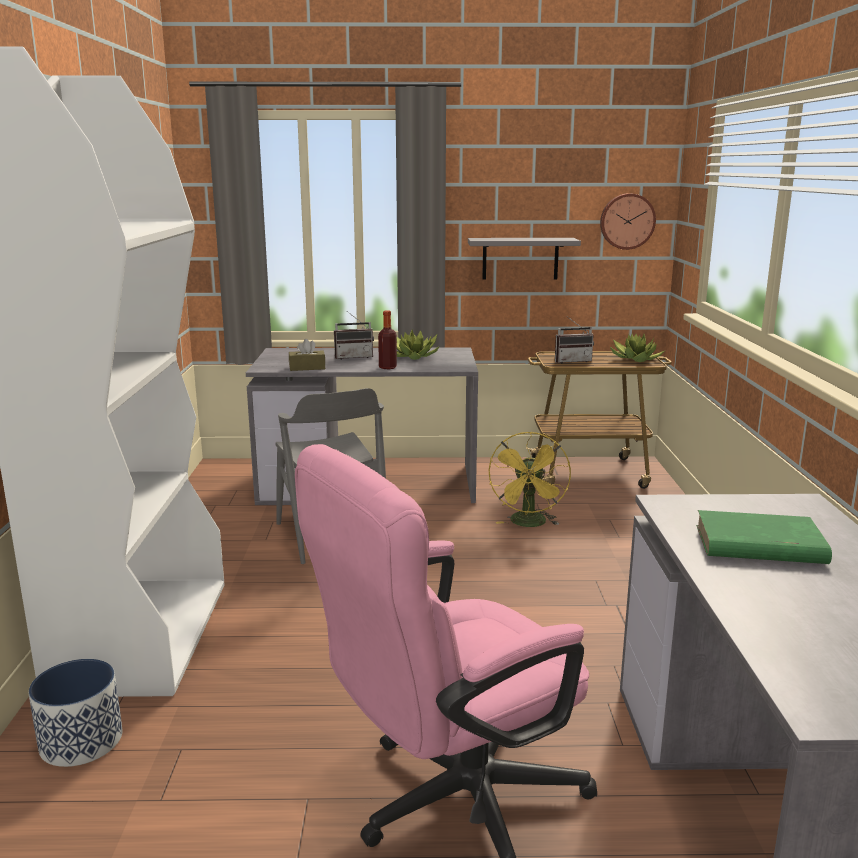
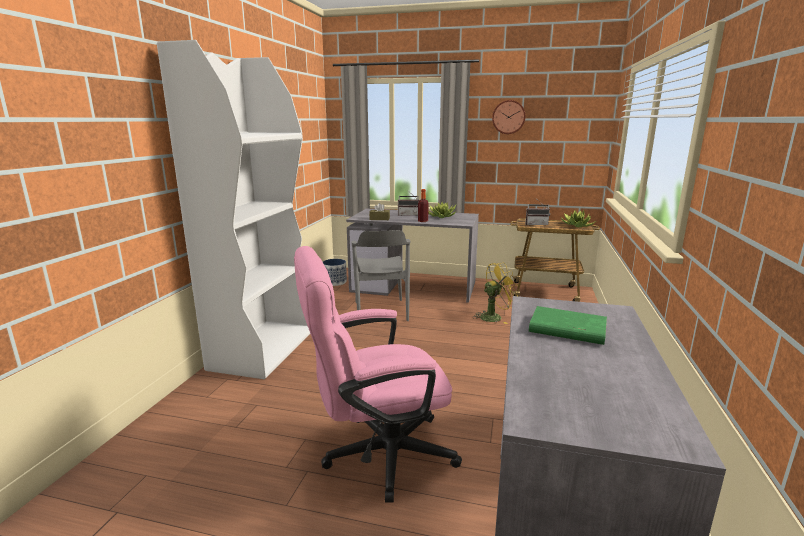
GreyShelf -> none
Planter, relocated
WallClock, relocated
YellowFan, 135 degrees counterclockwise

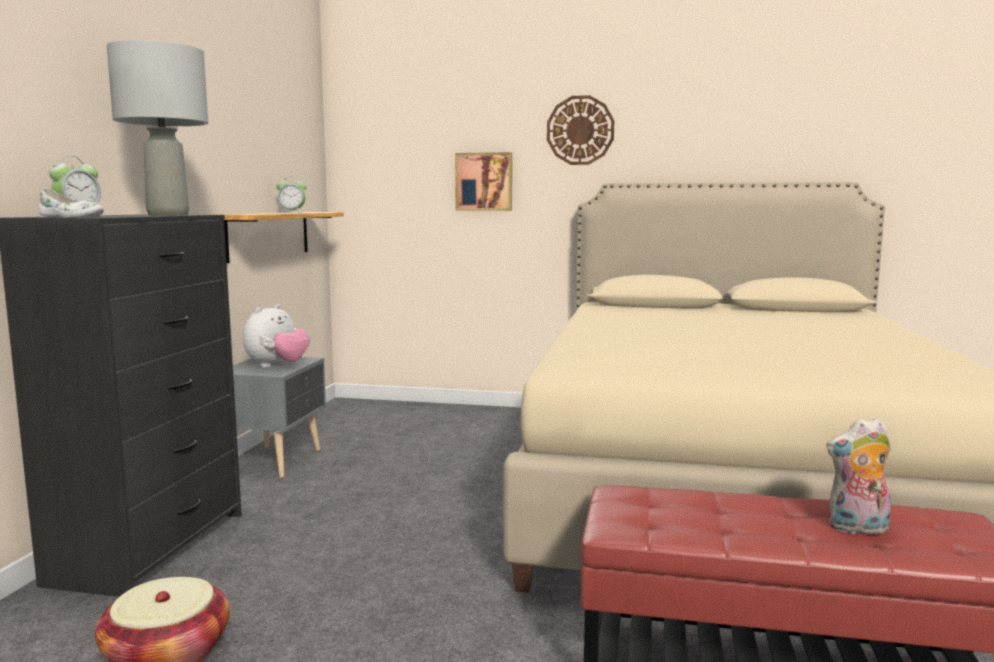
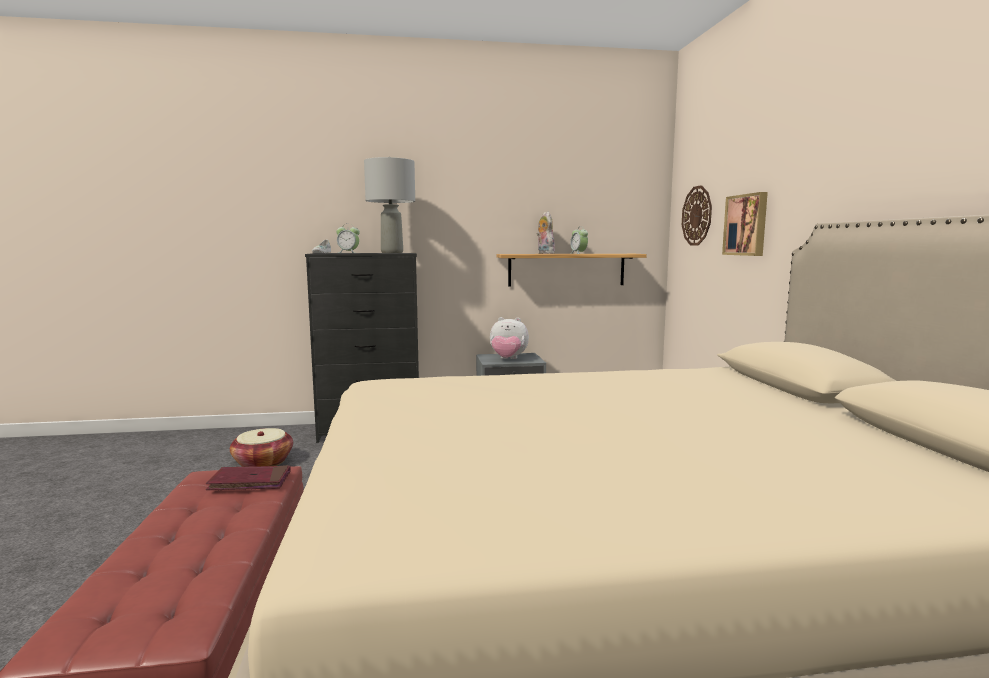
none -> RedBook
WallClock, relocated
PlushToy (no. 2 from left), relocated

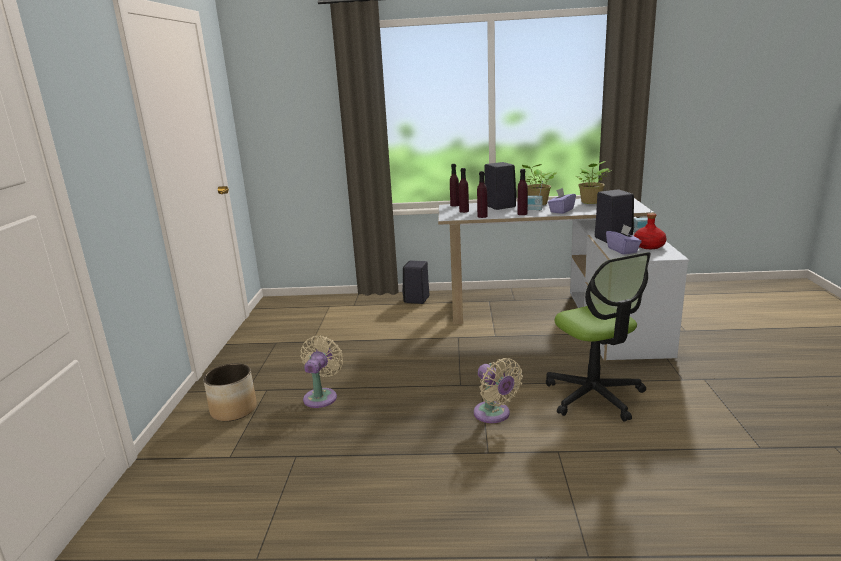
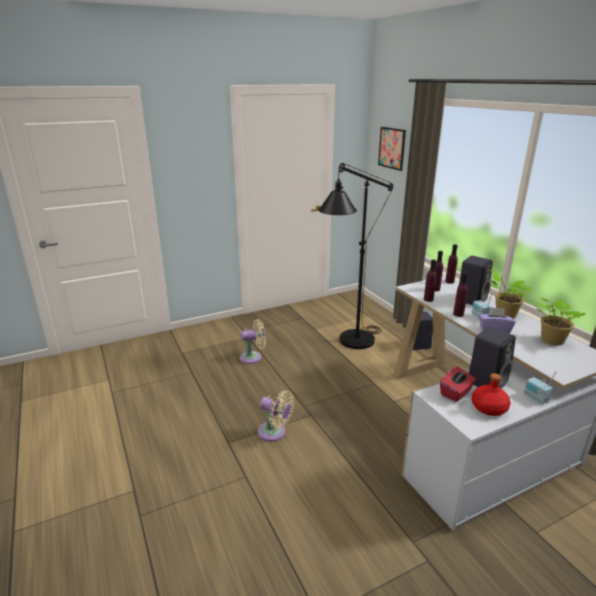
Planter -> none
OfficeChair -> none
none -> BlackFloorLamp
none -> Picture
PurpleTissueBox (no. 2 from left) -> RedTissueBox
BeigeFan (no. 2 from left), 90 degrees counterclockwise

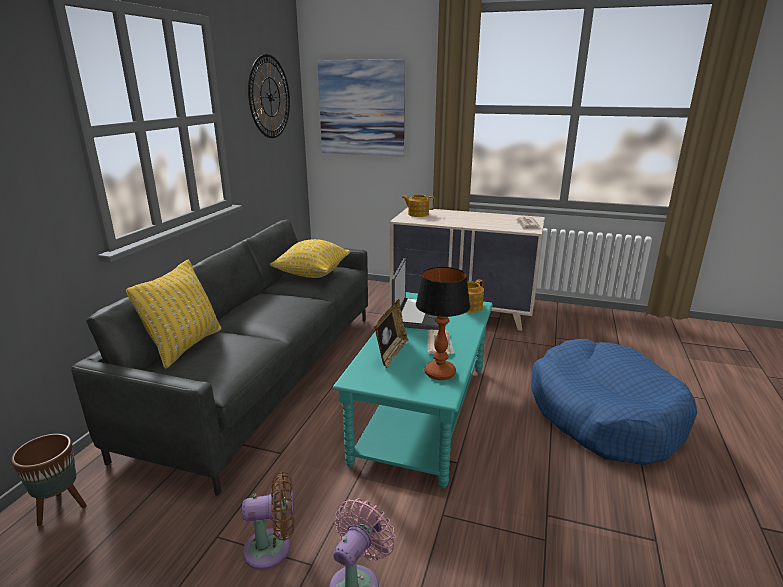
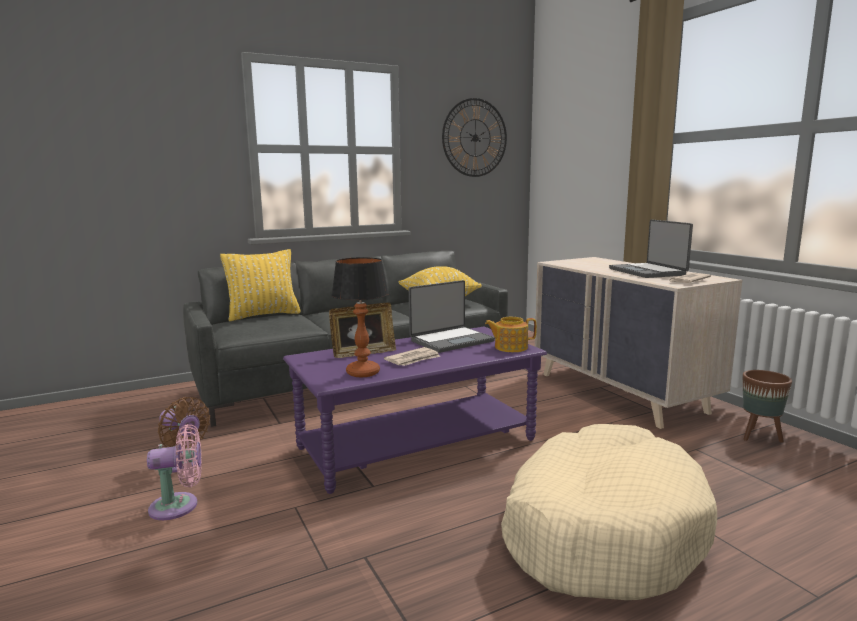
Picture -> none
Teapot (no. 1 from left) -> none
none -> Laptop (no. 2 from left)
BrownPlanter, relocated
TurquoiseCoffeeTable -> PurpleCoffeeTable
BlueDogBed -> BeigeDogBed

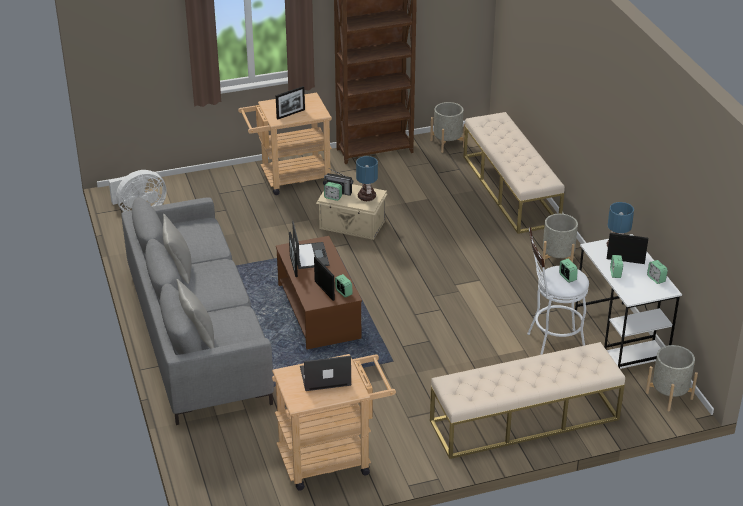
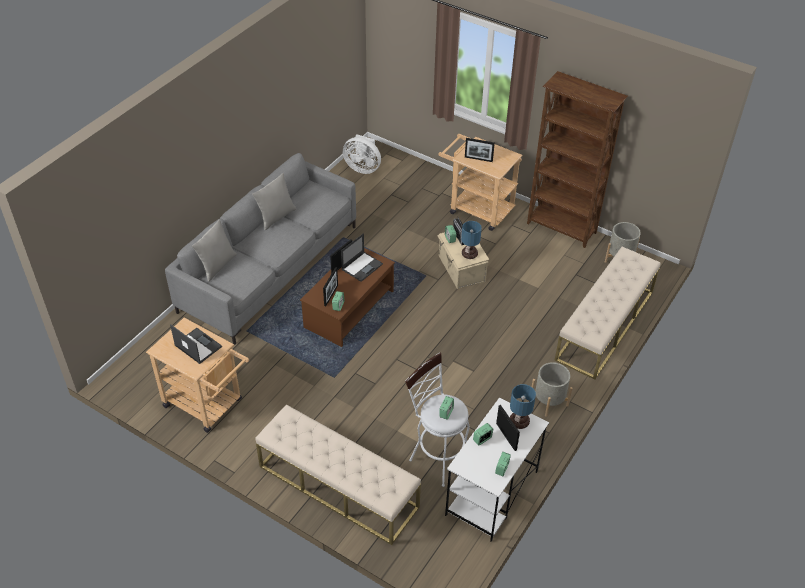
GreyPlanter (no. 3 from left) -> none

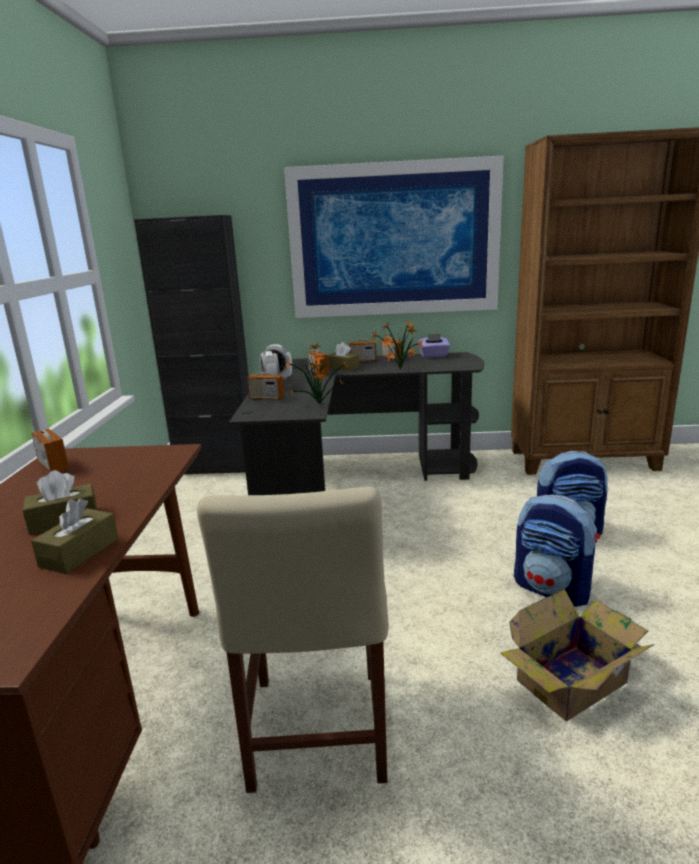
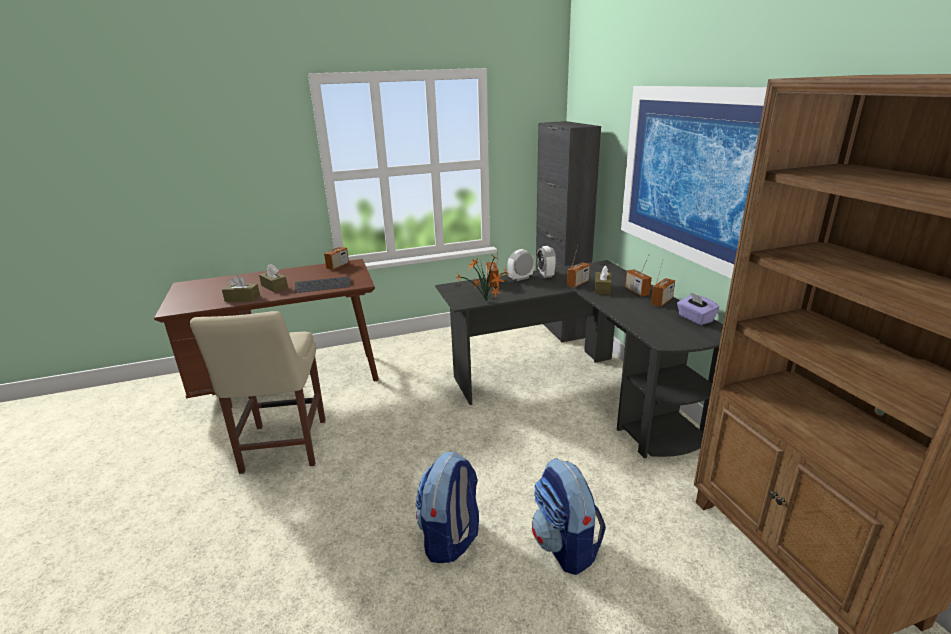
PottedPlant (no. 2 from left) -> none
CardboardBox -> none
none -> Keyboard
BeigeChair, 75 degrees counterclockwise

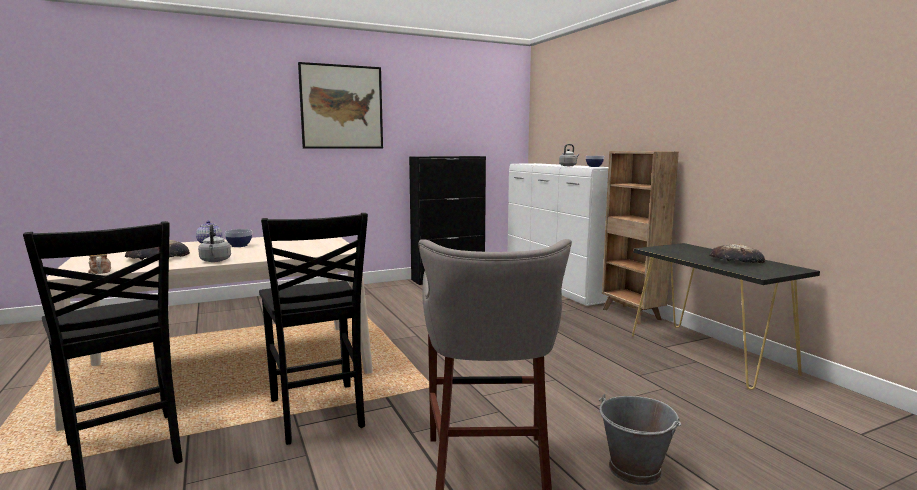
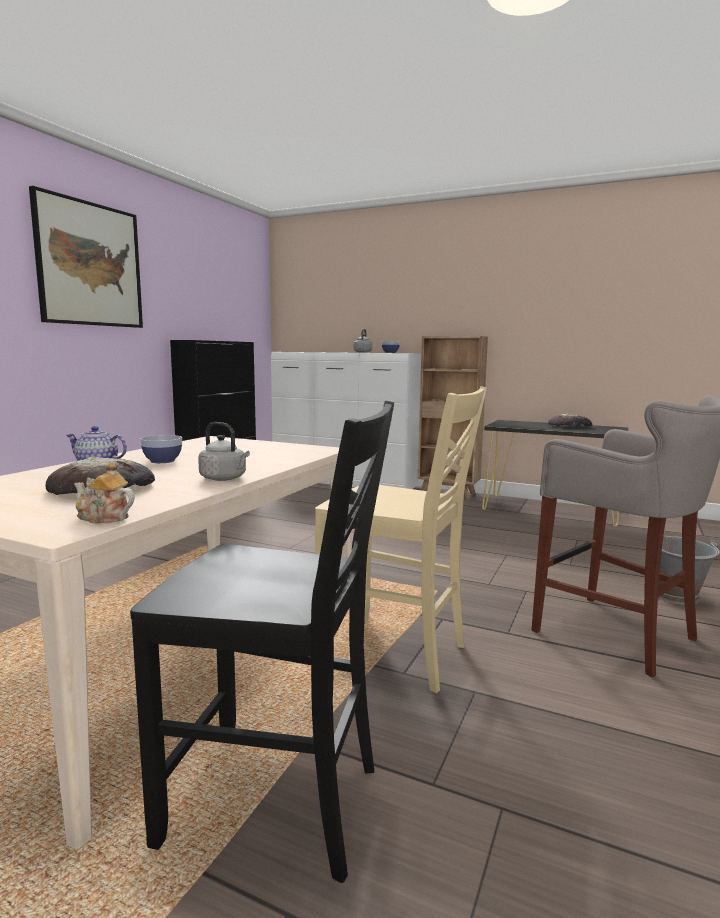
BlackChair (no. 2 from left) -> BeigeChair

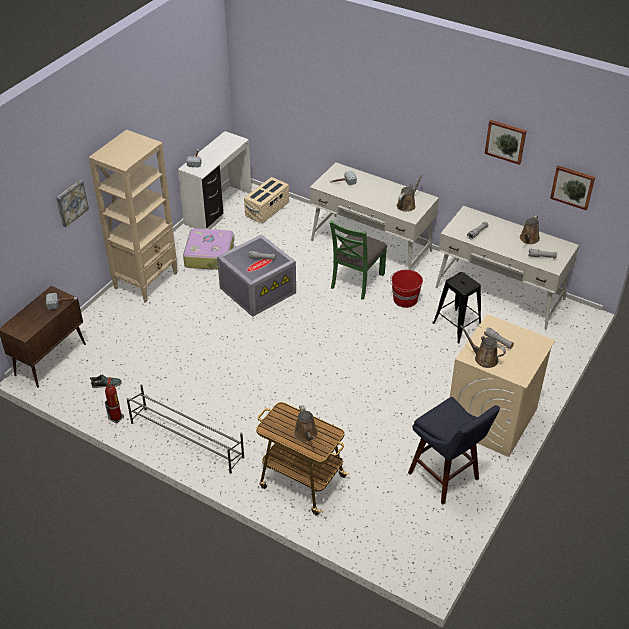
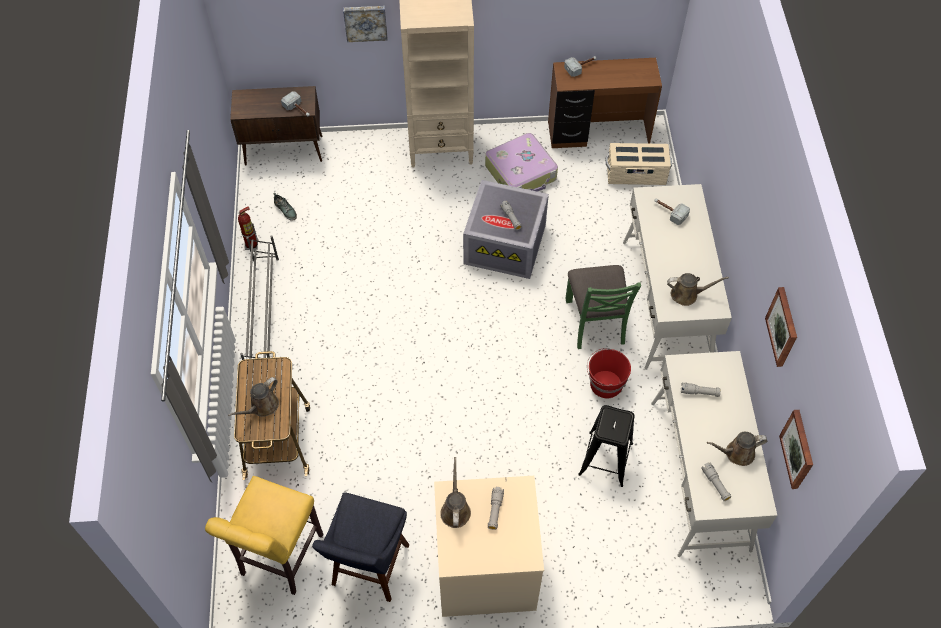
none -> YellowStool
WhiteDesk (no. 1 from left) -> BrownDesk
GreenChair, 90 degrees counterclockwise

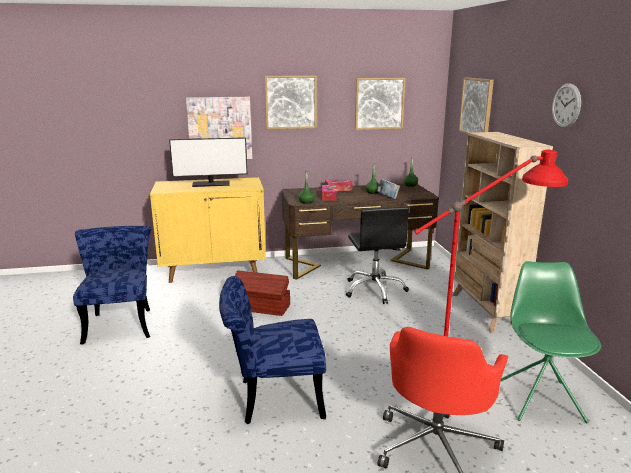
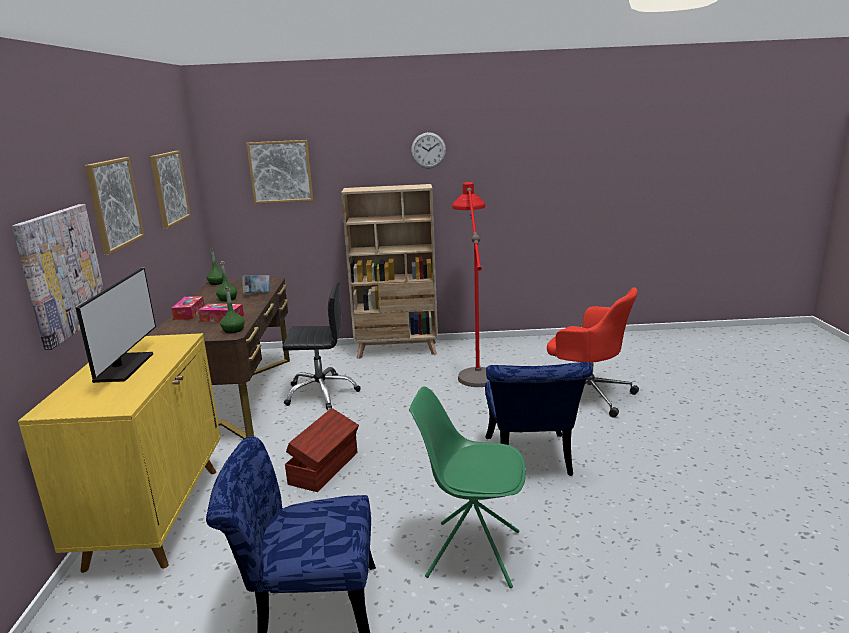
GreenChair, relocated

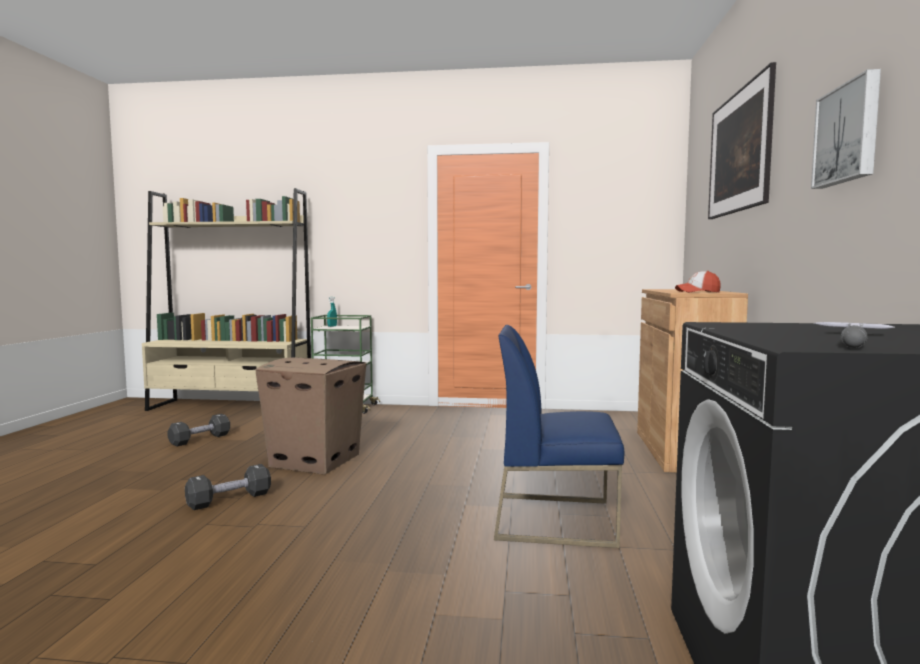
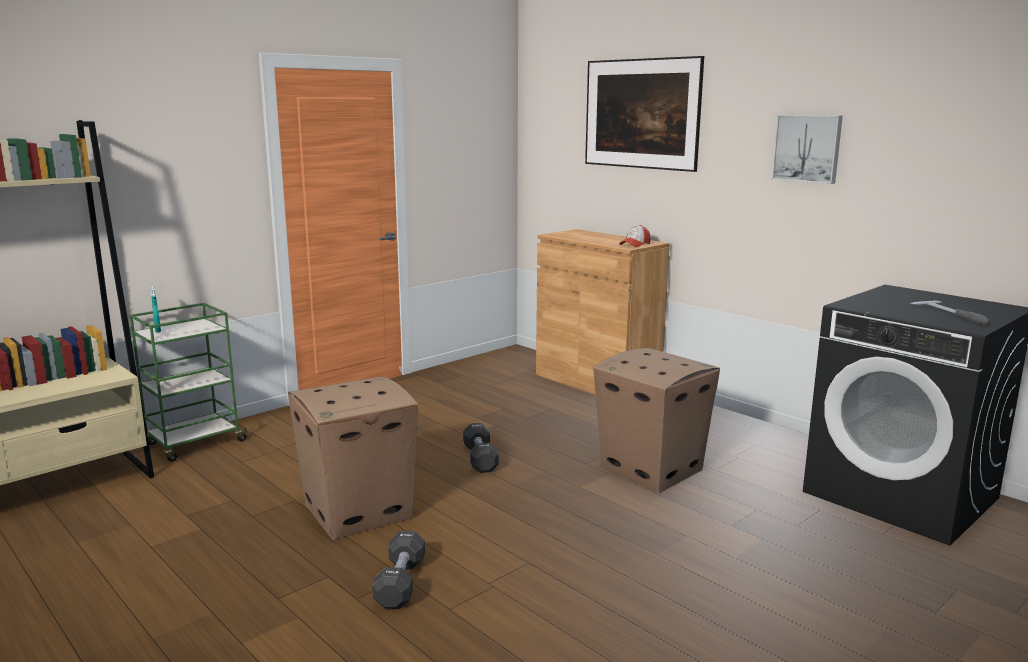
BlackDumbbell (no. 1 from left in the first image) -> BlackDumbbell (no. 2 from left), relocated
BlueChair -> CardboardBox (no. 2 from left)

